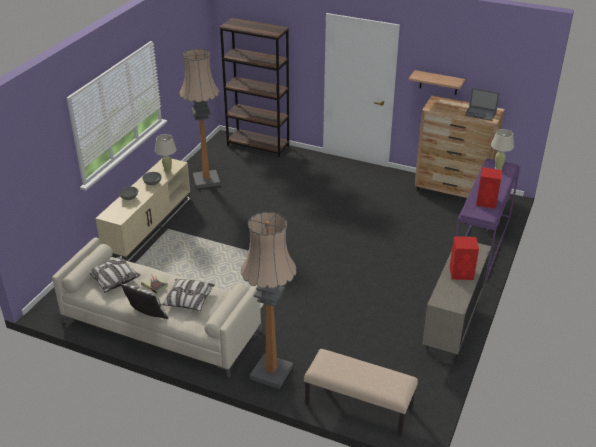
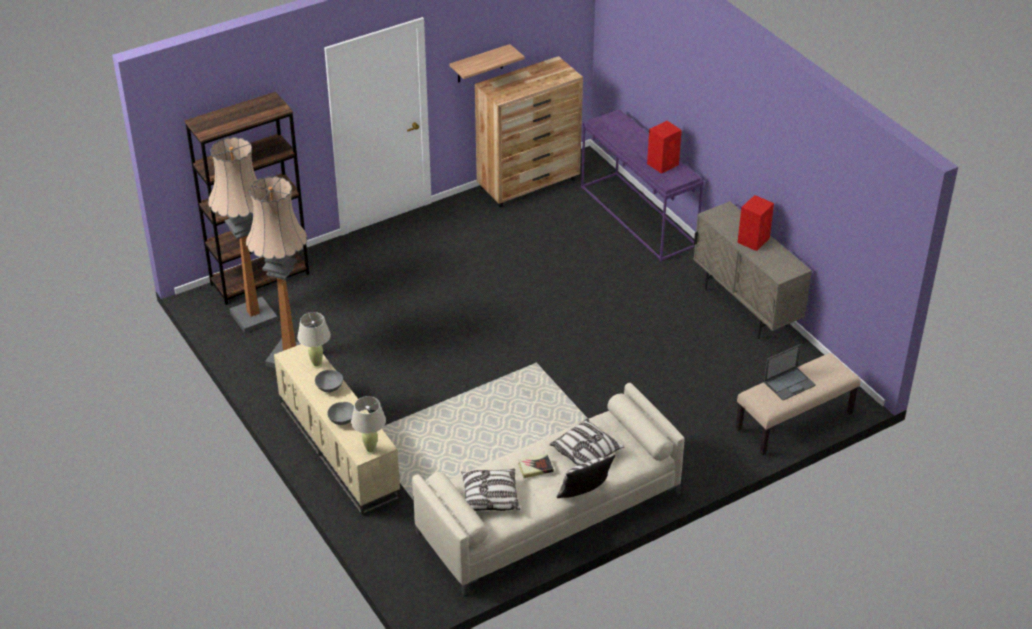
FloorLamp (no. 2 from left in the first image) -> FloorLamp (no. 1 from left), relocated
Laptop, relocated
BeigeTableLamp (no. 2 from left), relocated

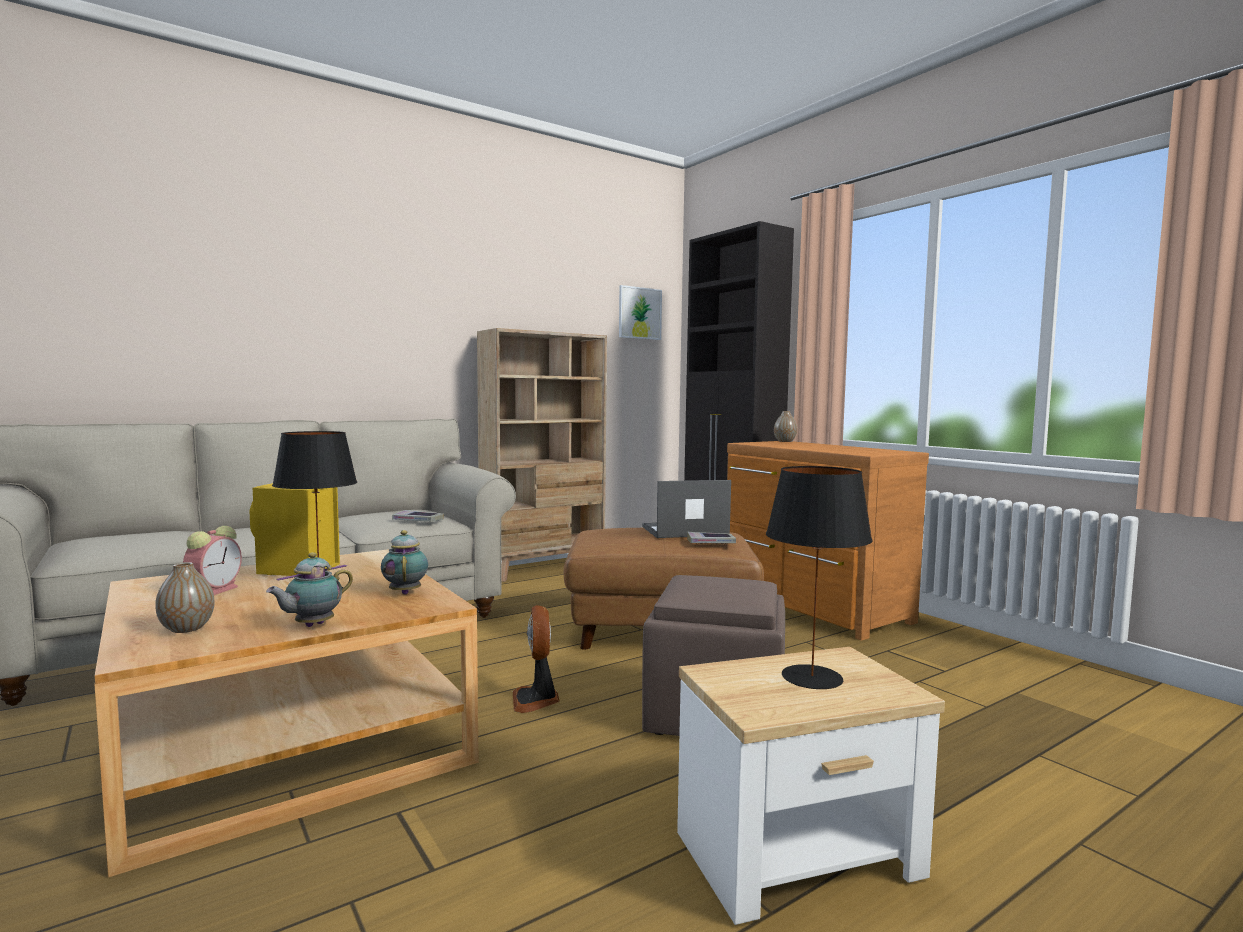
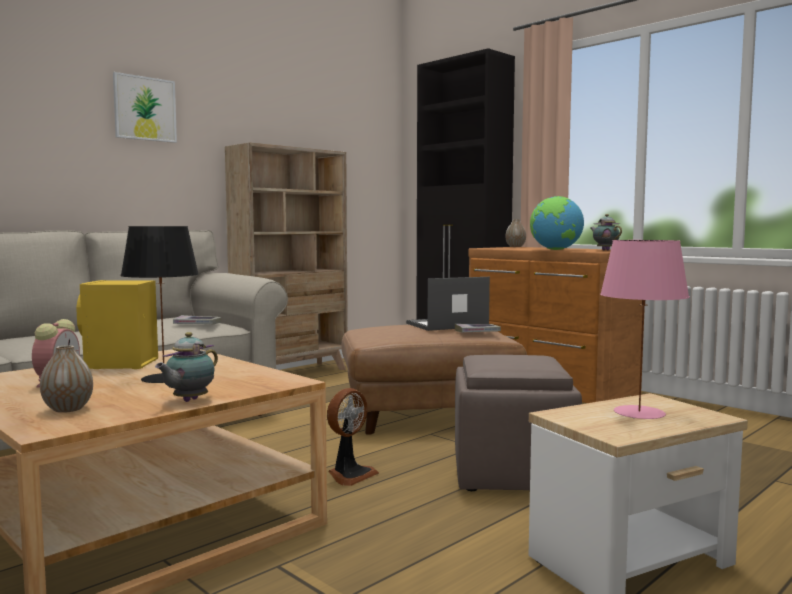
none -> Globe
Teapot (no. 2 from left), relocated
Picture, relocated
BlackTableLamp (no. 2 from left) -> PinkTableLamp
Fan, 120 degrees counterclockwise

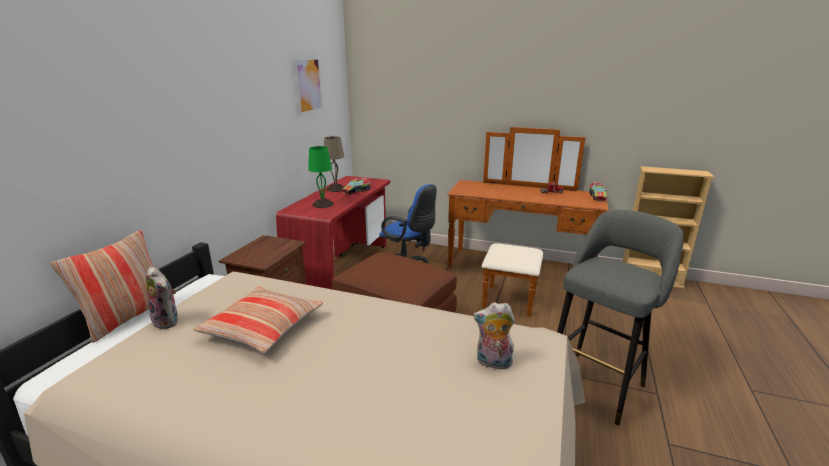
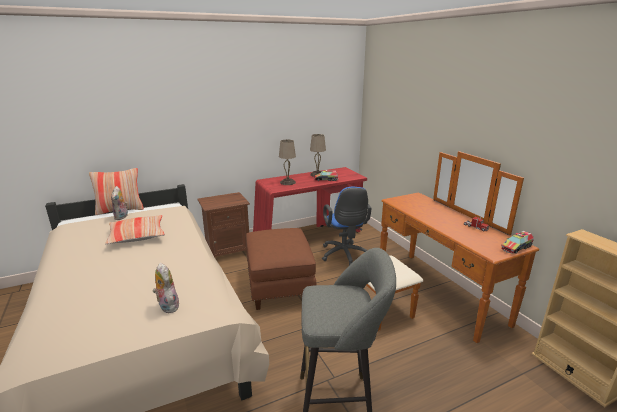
Picture -> none
GreenTableLamp -> BeigeTableLamp (no. 1 from left)

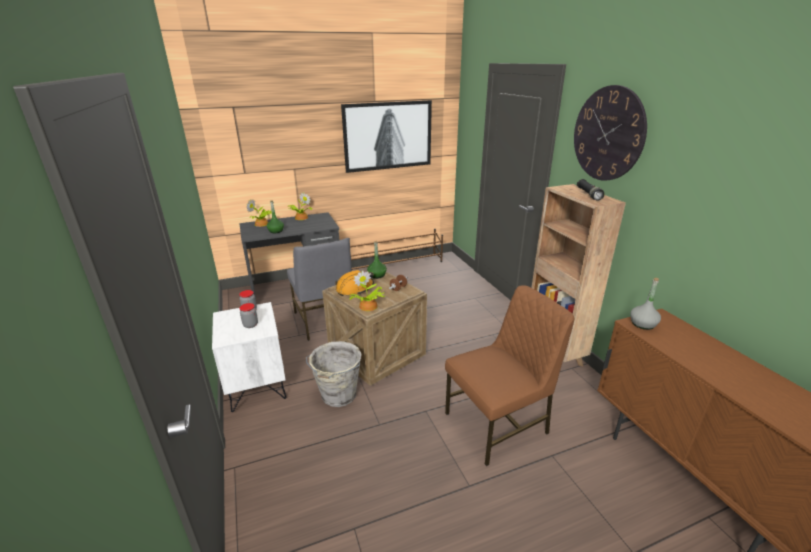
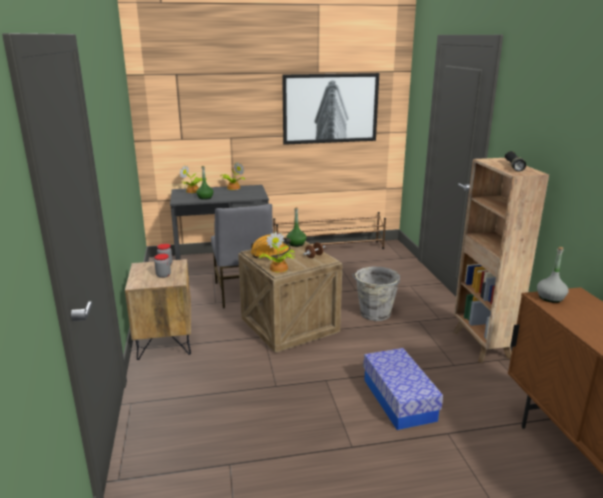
WallClock -> none
GreyBucket, relocated
BrownChair -> StorageBox
WhiteNightstand -> BrownNightstand

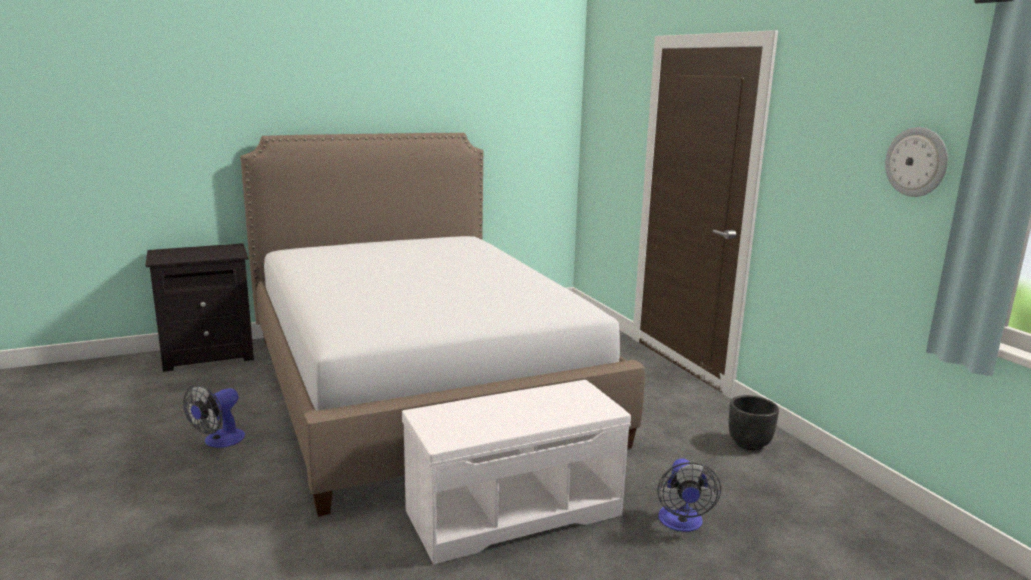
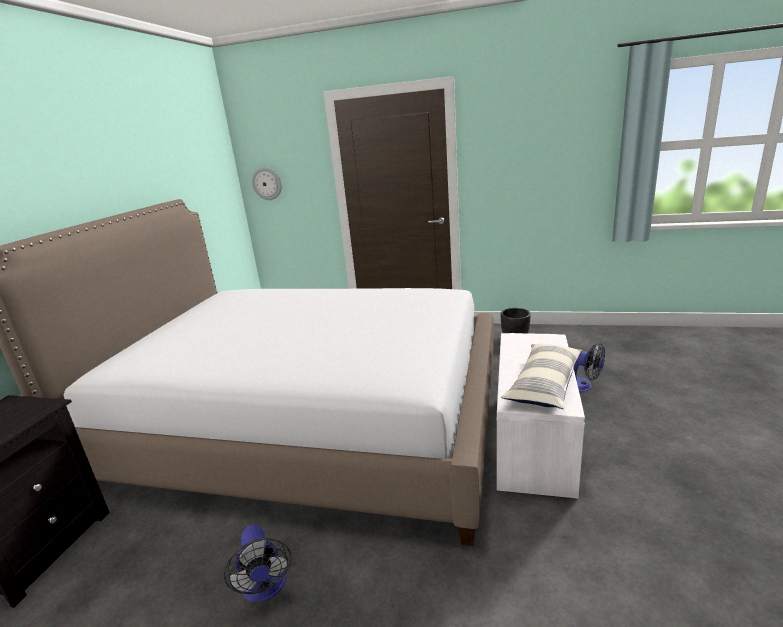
none -> Pillow
WallClock, relocated

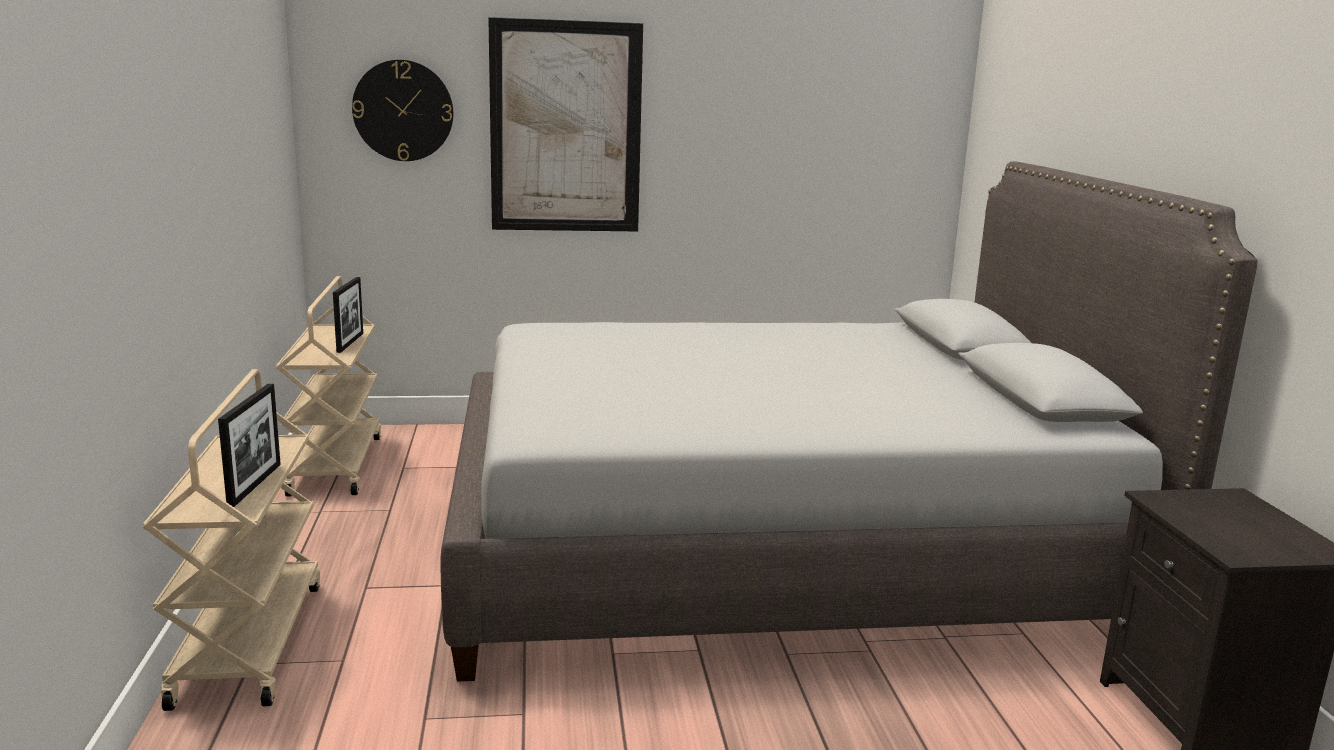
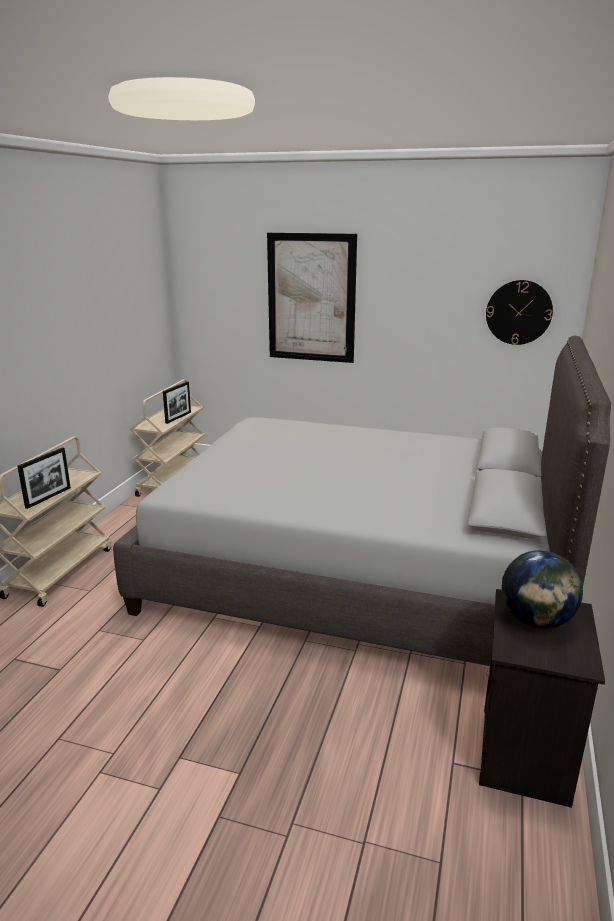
none -> Globe
WallClock, relocated

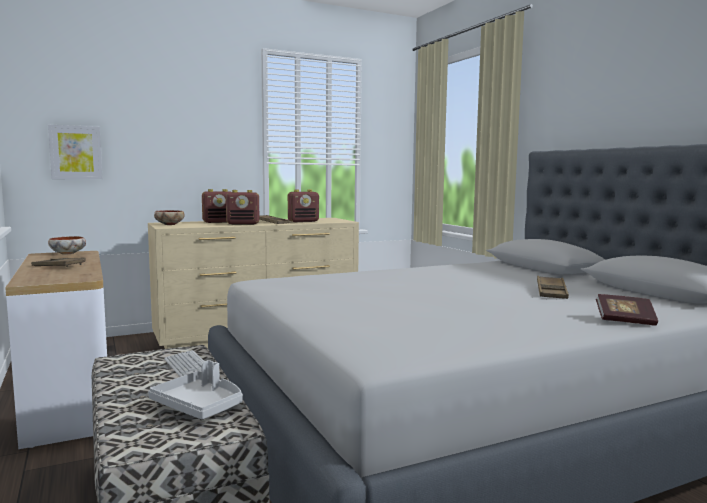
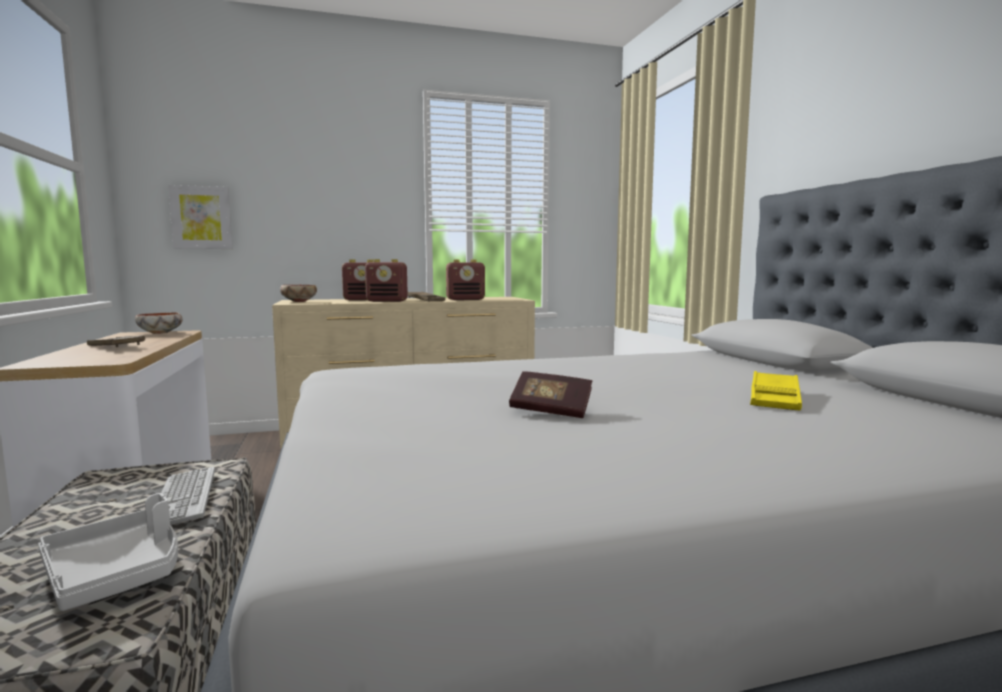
Book, relocated
BrownTray (no. 3 from left) -> YellowTray

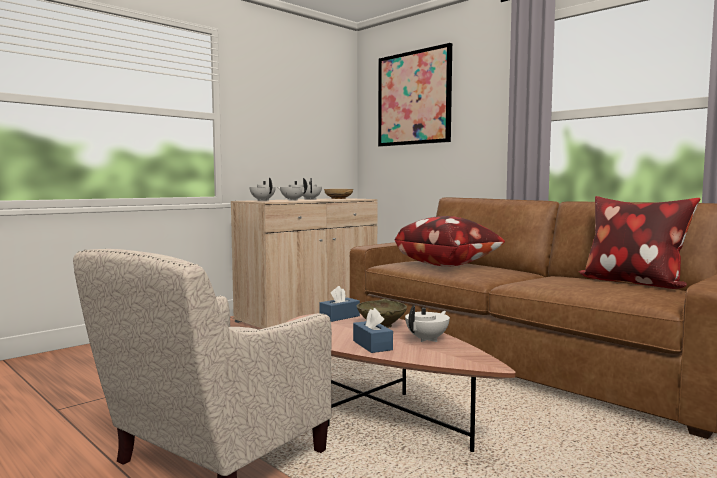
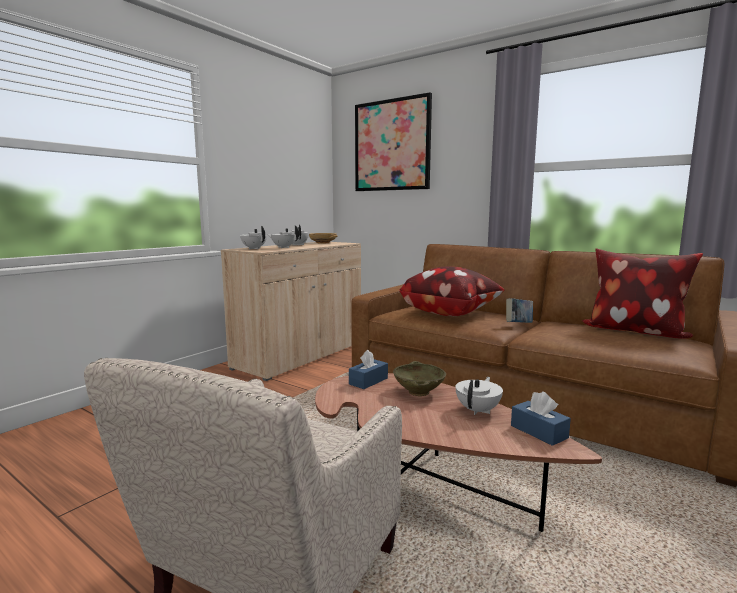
none -> Book
BlueTissueBox (no. 2 from left), relocated

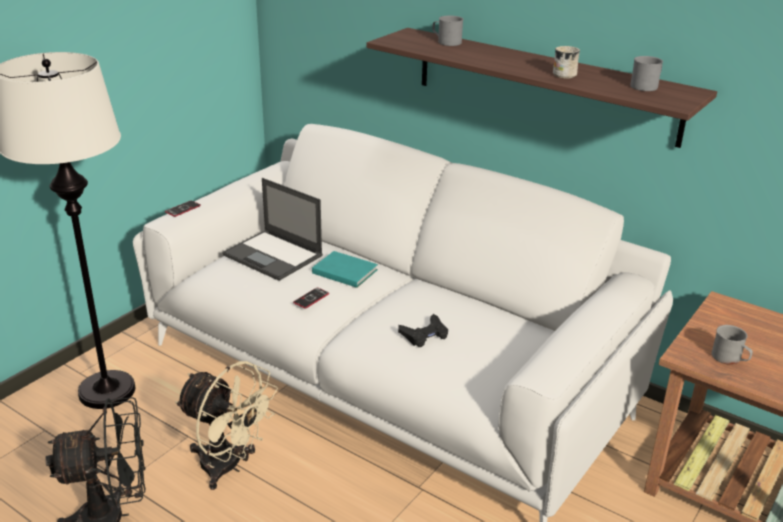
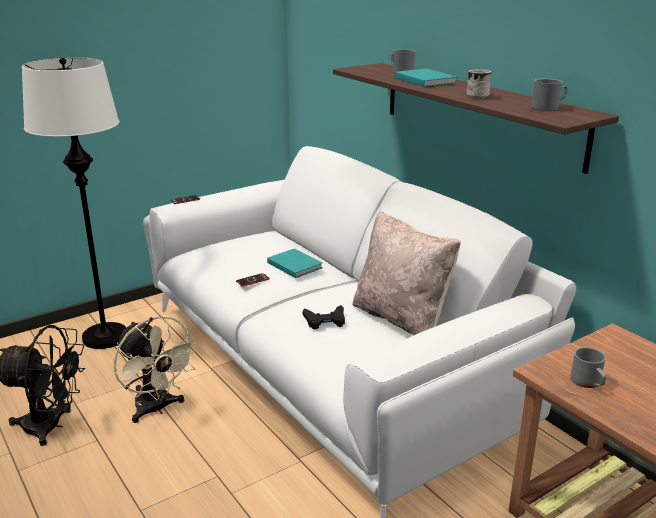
Laptop -> none
none -> BeigePillow
none -> TurquoiseBook (no. 2 from left)

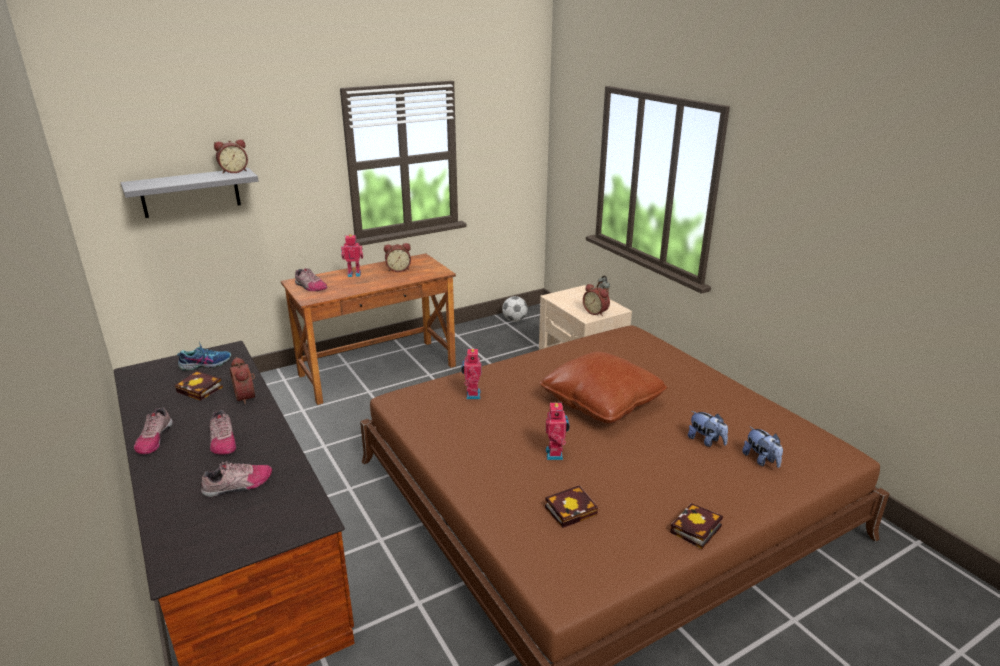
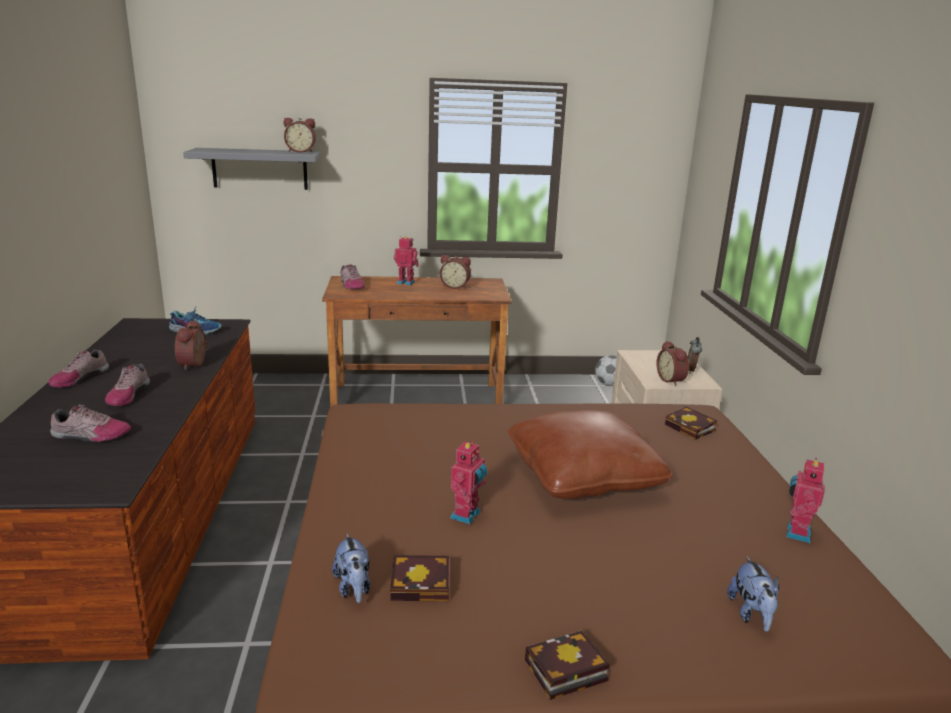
Book (no. 1 from left in the first image) -> Book (no. 3 from left), relocated
ToyRobot (no. 2 from left in the first image) -> ToyRobot (no. 3 from left), relocated
PlushToy (no. 1 from left), relocated

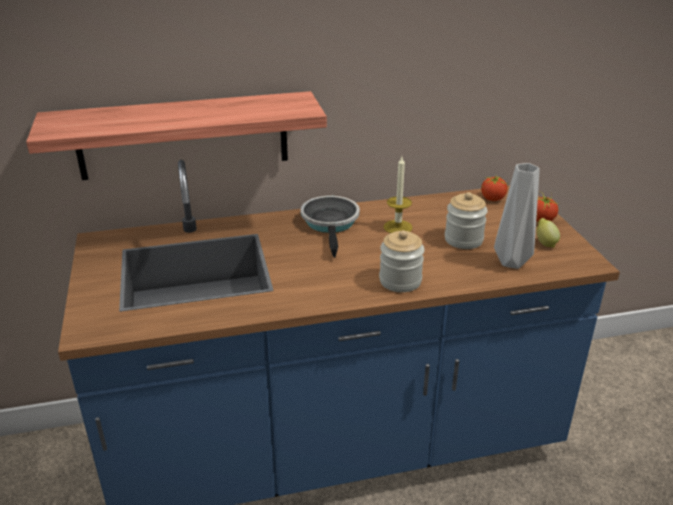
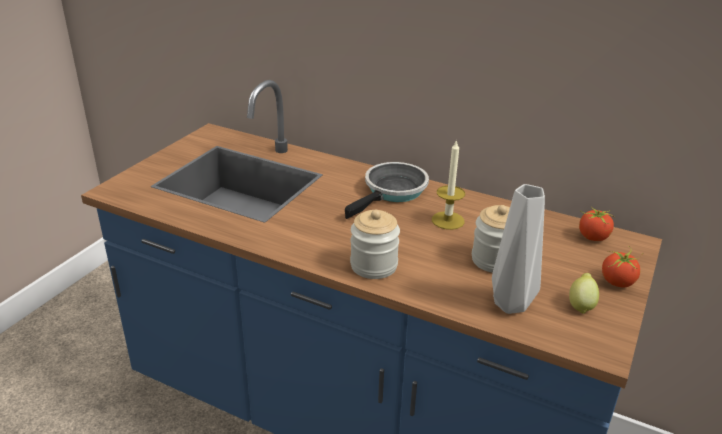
Shelf -> none

